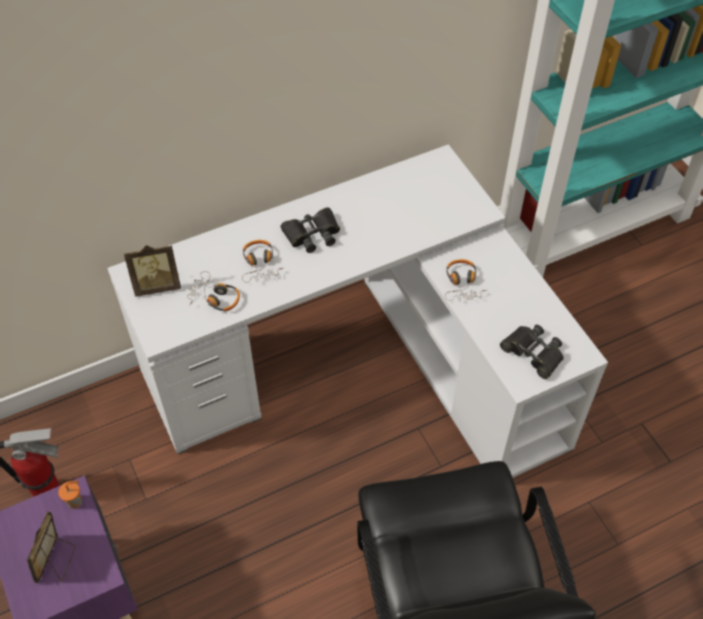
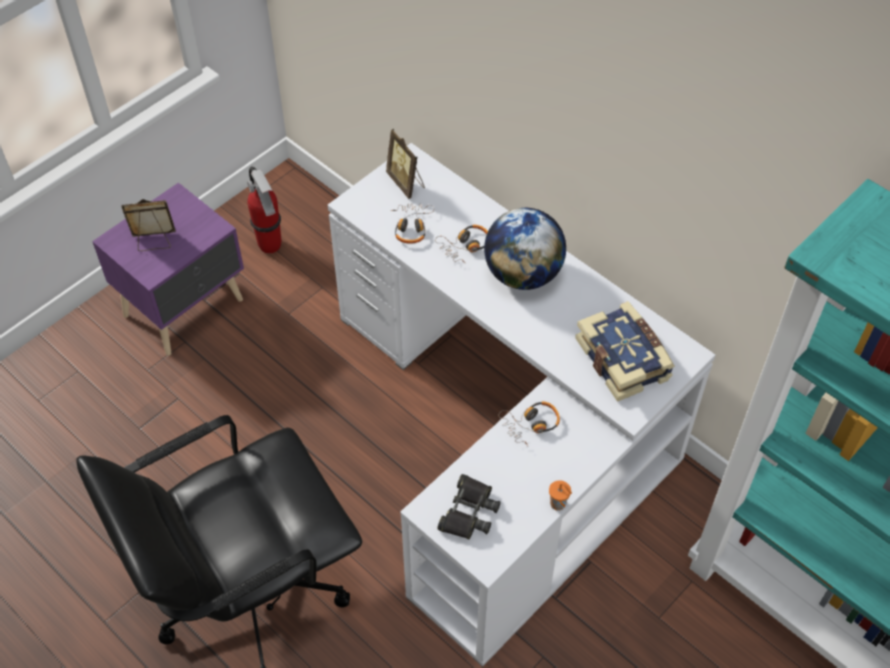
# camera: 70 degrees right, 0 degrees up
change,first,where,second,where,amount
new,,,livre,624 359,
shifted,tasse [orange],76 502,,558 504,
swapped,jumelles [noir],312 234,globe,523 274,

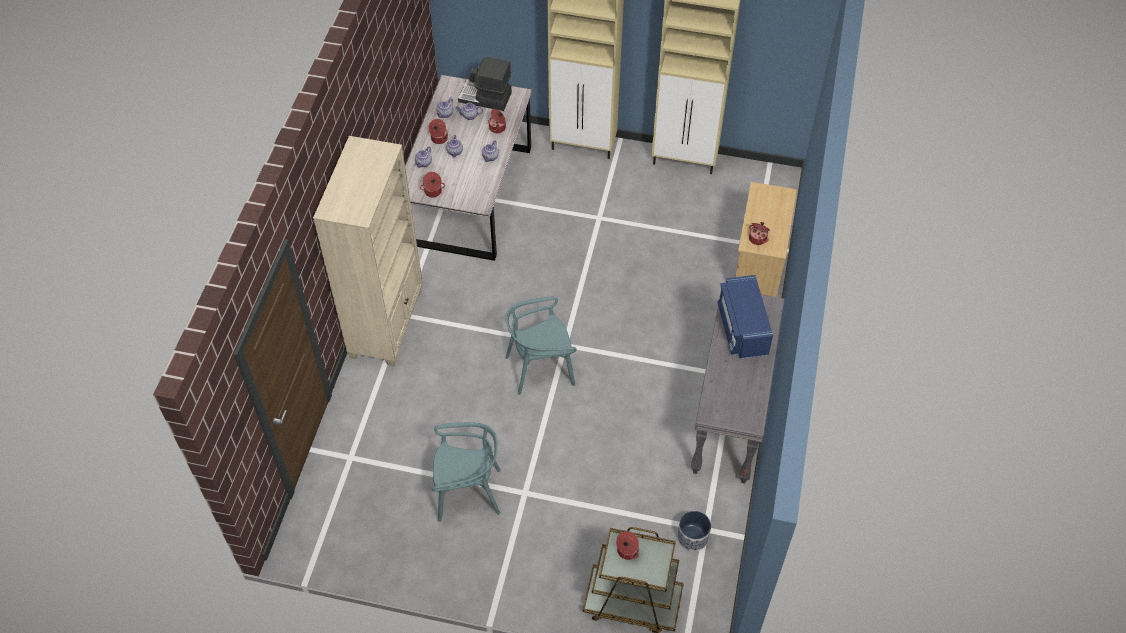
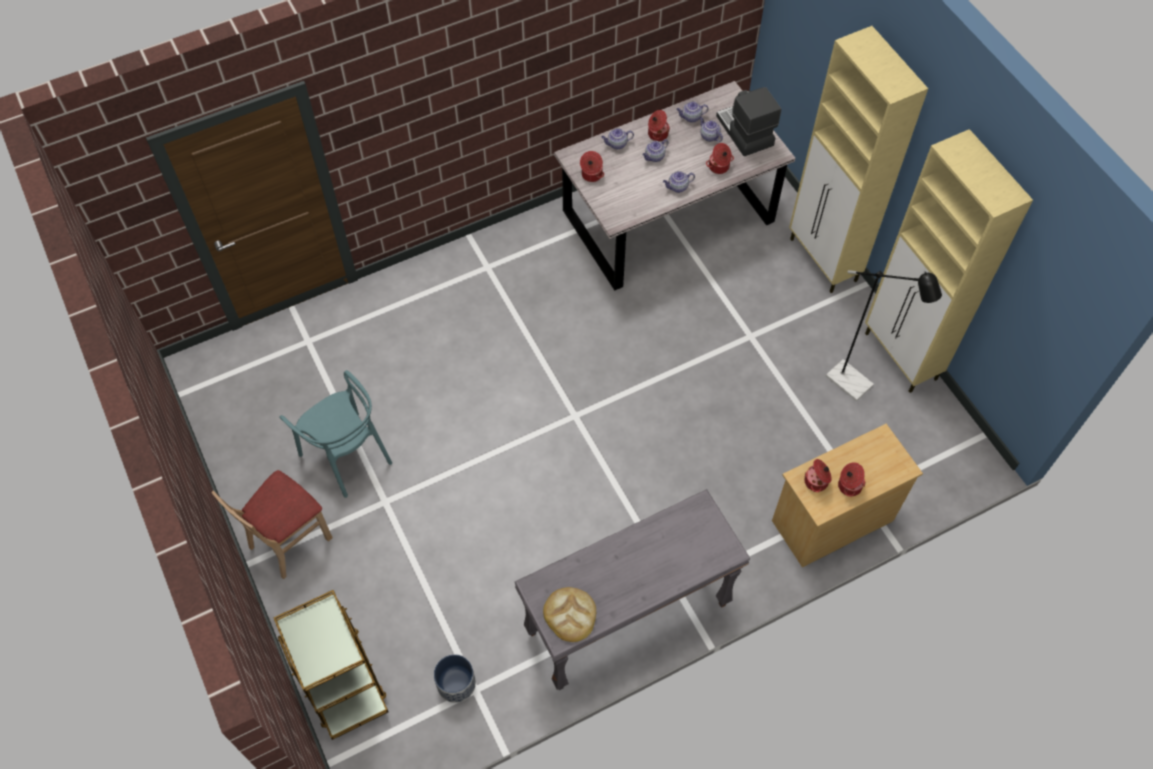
# camera: 50 degrees right, 5 degrees up
change,first,where,second,where,amount
gone,bibliothèque [beige],387 323,,,
gone,chaise [turquoise],540 368,,,
gone,micro-ondes [bleu],742 328,,,
new,,,chaise [beige],289 541,
new,,,pain,570 614,
new,,,lampadaire [noir],856 386,
shifted,marmite,627 551,,849 485,

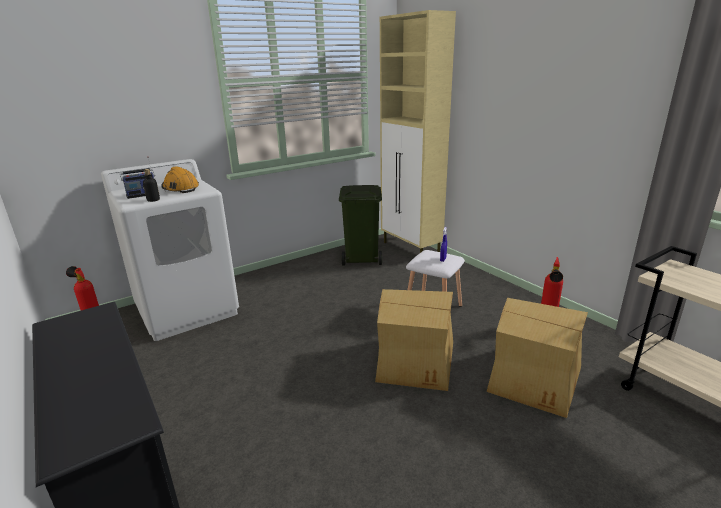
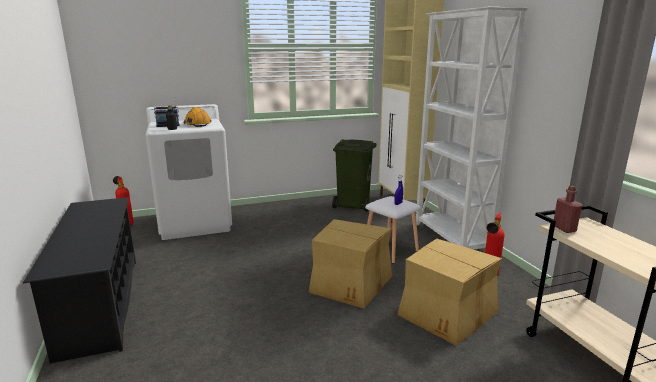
# camera: 15 degrees right, 5 degrees down
change,first,where,second,where,amount
new,,,bibliothèque [blanc],451 238,
new,,,bouteille [rouge],564 229,

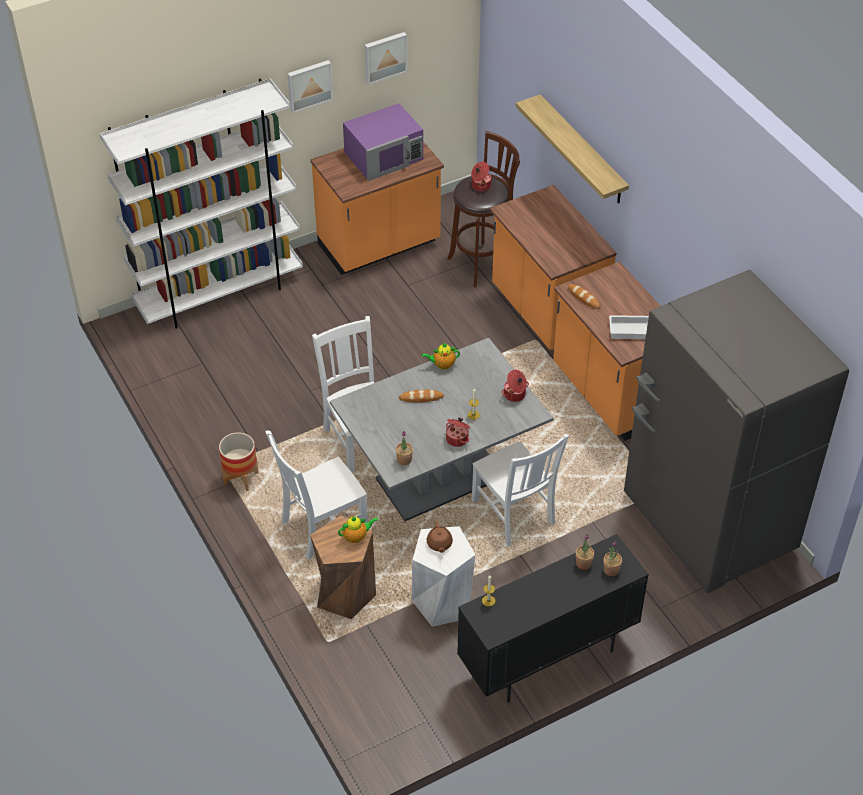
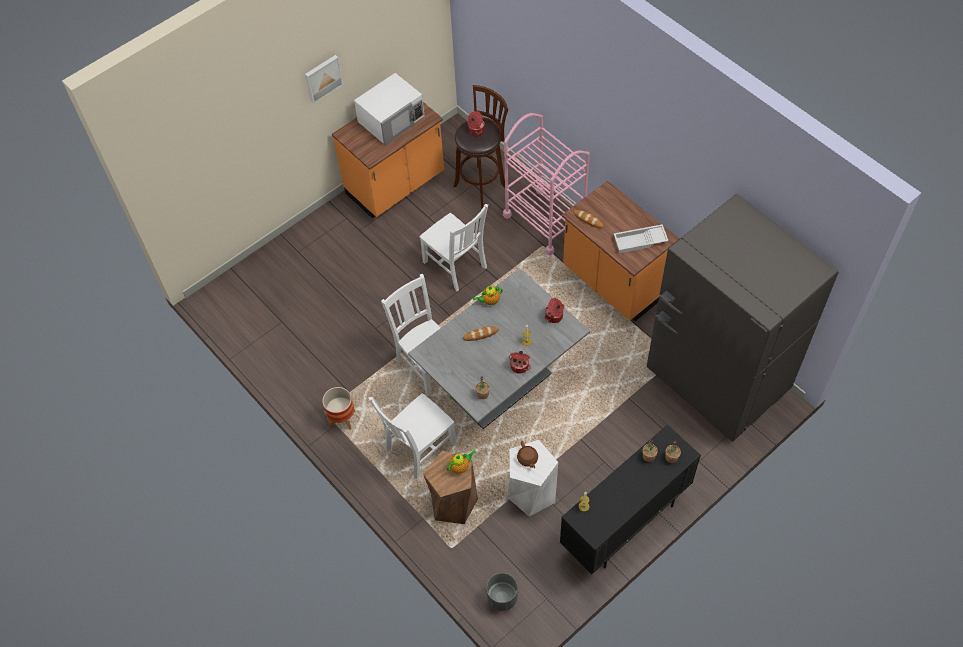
# camera: 10 degrees left, 10 degrees up
change,first,where,second,where,amount
gone,bibliothèque [blanc],220 294,,,
gone,tableau,385 56,,,
gone,étagère,582 150,,,
new,,,cache-pot [gris],502 597,
shifted,chaise [blanc],514 514,,456 266,
swapped,comptoir de cuisine [orange],546 314,chariot [rose],545 221,
repainted,micro-ondes [violet],384 156,micro-ondes [blanc],392 119,

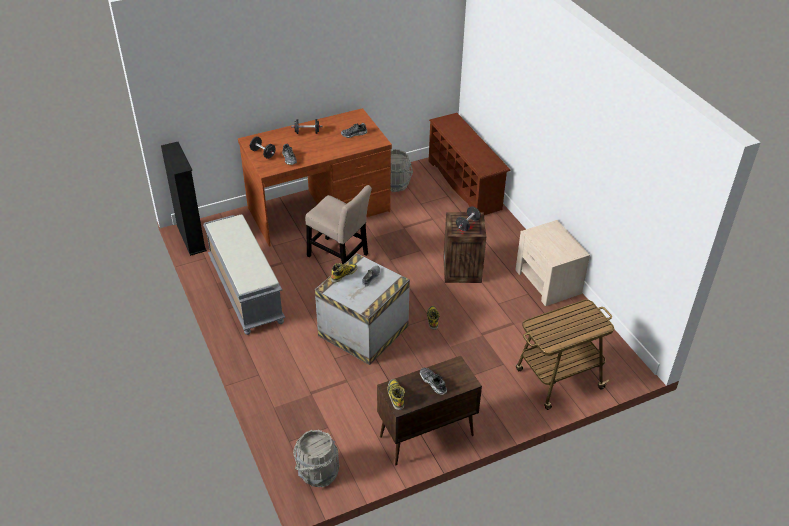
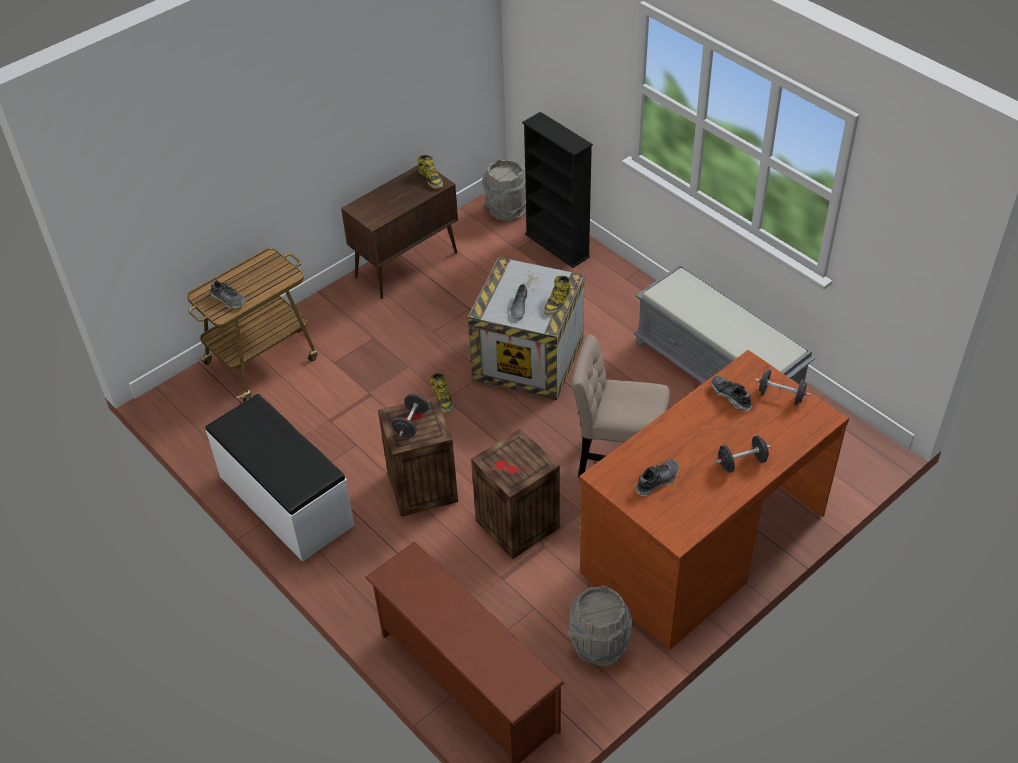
# camera: 165 degrees right, 5 degrees up
change,first,where,second,where,amount
new,,,caisse,517 525,
shifted,bibliothèque [noir],191 238,,557 245,
shifted,chaussure,433 383,,229 300,
swapped,table de chevet [beige],548 282,banc [blanc],285 501,

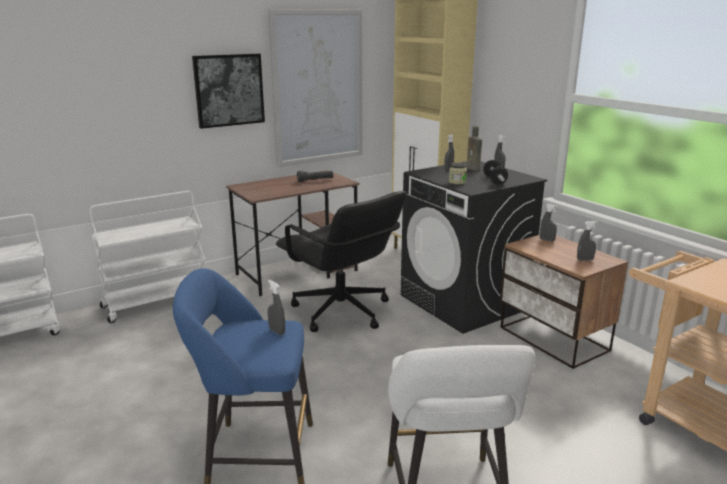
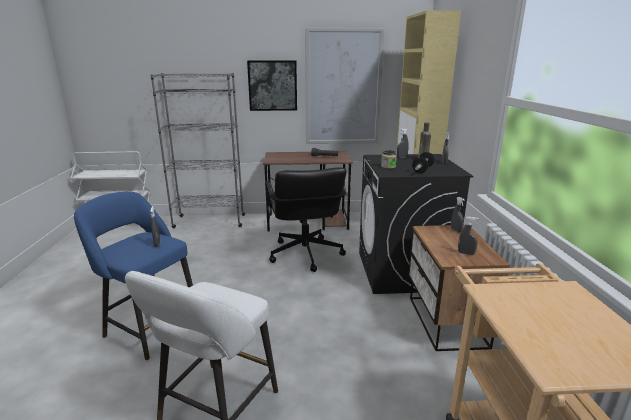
# camera: 30 degrees right, 0 degrees up
change,first,where,second,where,amount
swapped,chariot [blanc],157 302,bibliothèque [gris],209 221,

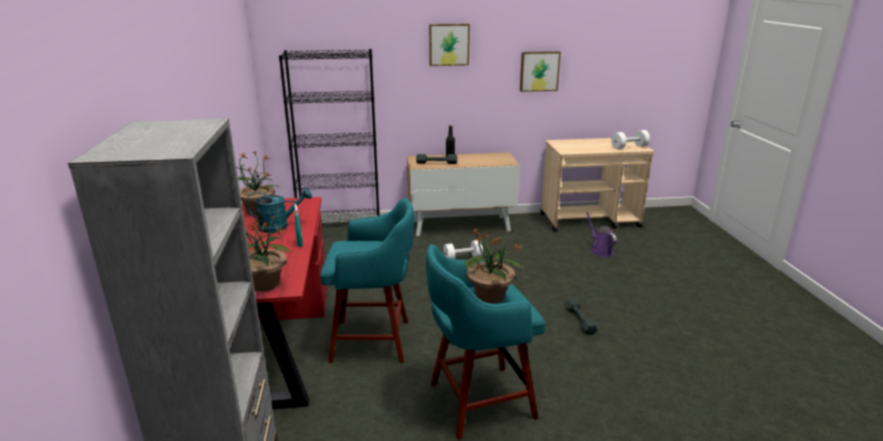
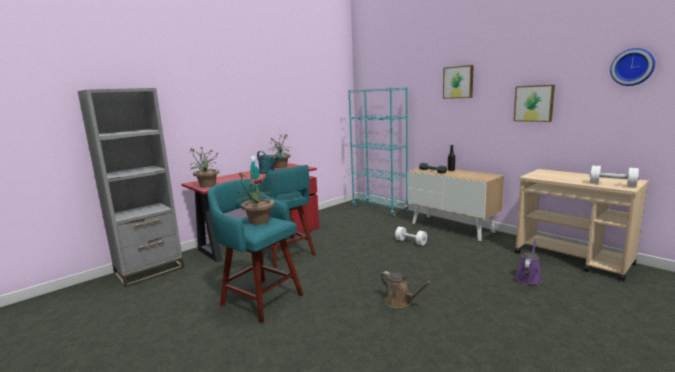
# camera: 55 degrees right, 10 degrees down
change,first,where,second,where,amount
new,,,horloge murale,632 67,
swapped,haltère [gris],579 320,arrosoir [marron],400 302,
repainted,bibliothèque [noir],341 230,bibliothèque [turquoise],379 209,

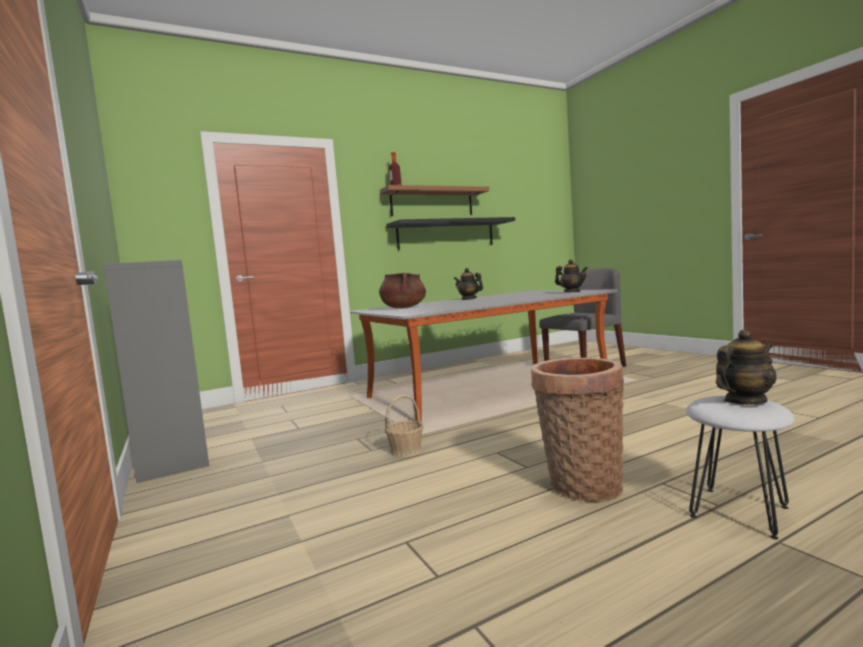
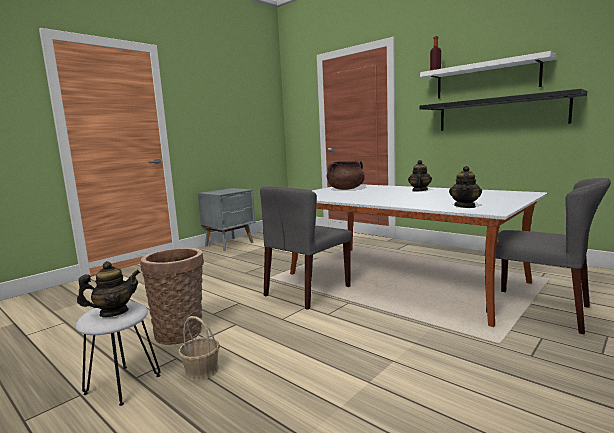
# camera: 70 degrees right, 5 degrees up
change,first,where,second,where,amount
new,,,chaise [gris],307 291,
shifted,panier,406 451,,201 371,
swapped,bibliothèque [gris],173 462,table de chevet [gris],230 244,
repainted,étagère [marron],432 202,étagère [blanc],486 79,
rotated,théière,744 401,,114 312,75 degrees counterclockwise

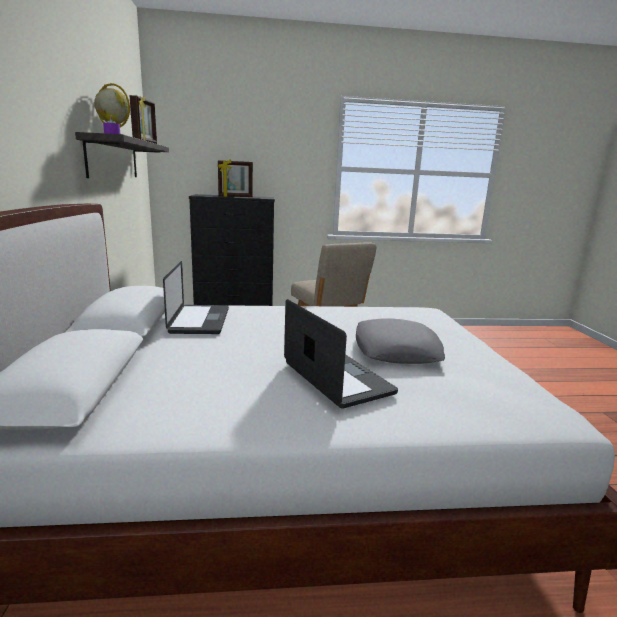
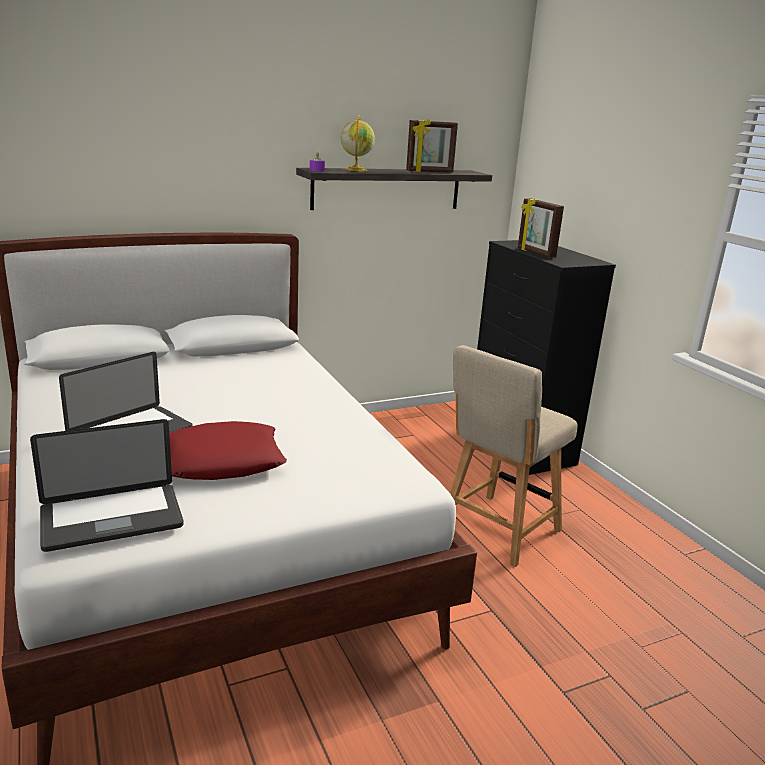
# camera: 70 degrees right, 5 degrees up
change,first,where,second,where,amount
shifted,ordinateur portable,200 320,,111 519,
repainted,coussin [gris],395 350,coussin [rouge],223 461,

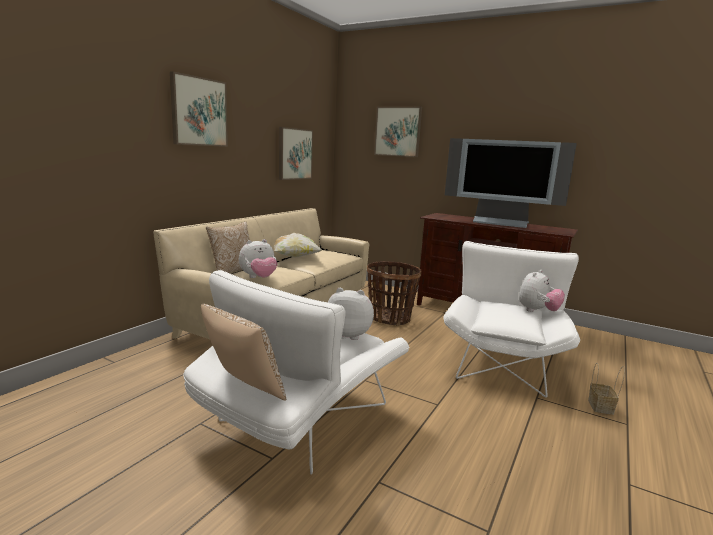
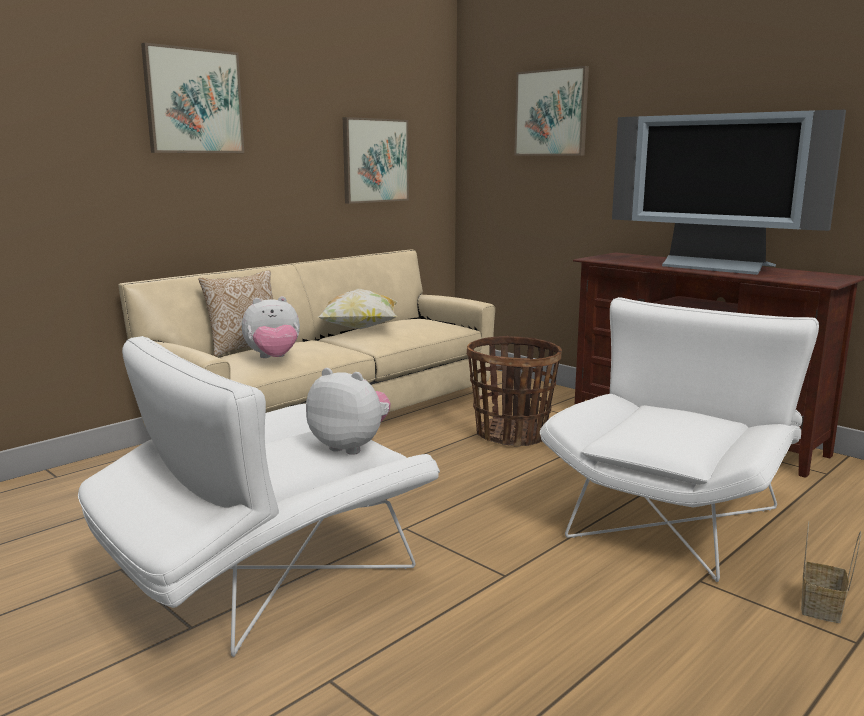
# camera: 15 degrees right, 0 degrees up
change,first,where,second,where,amount
gone,coussin,243 390,,,
gone,peluche,537 311,,,

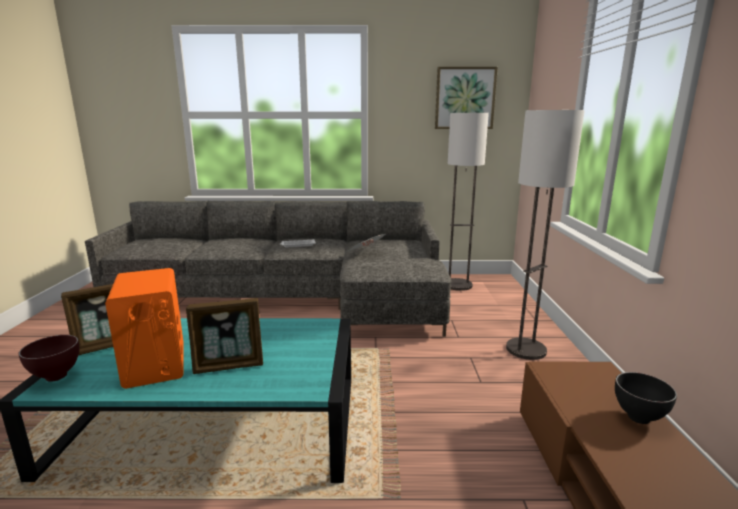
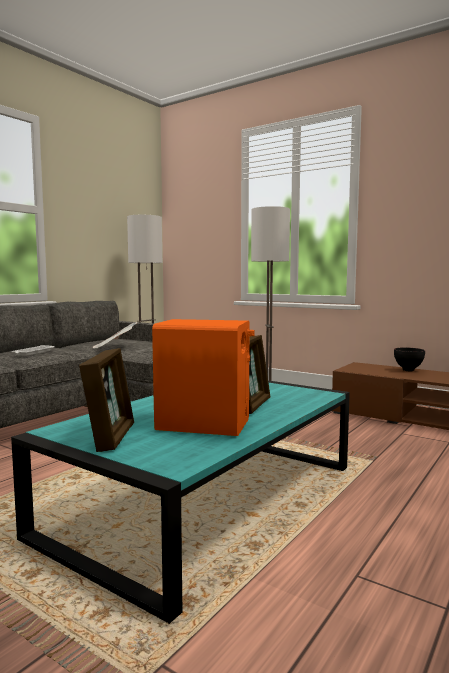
# camera: 55 degrees left, 10 degrees down
change,first,where,second,where,amount
gone,bol [marron],55 377,,,
gone,tableau,465 98,,,

